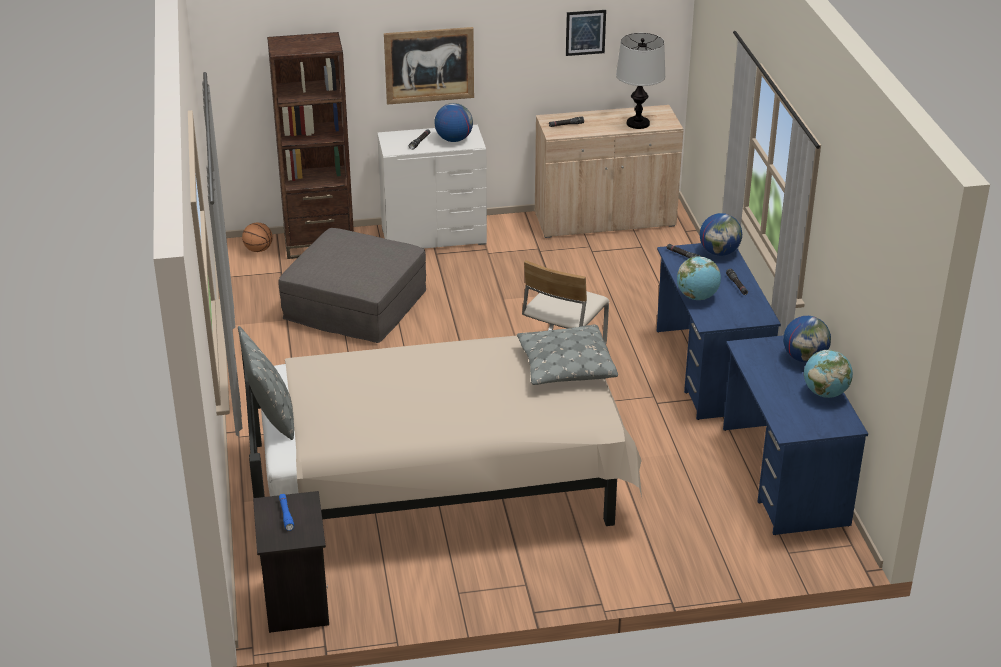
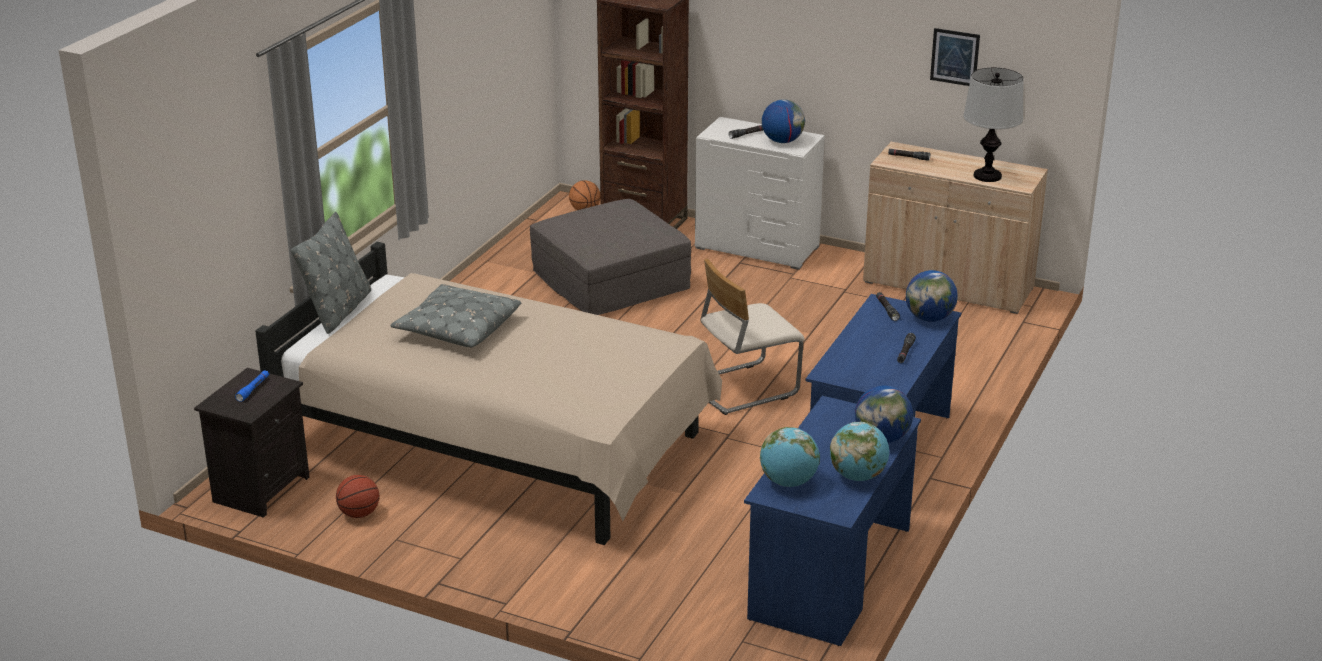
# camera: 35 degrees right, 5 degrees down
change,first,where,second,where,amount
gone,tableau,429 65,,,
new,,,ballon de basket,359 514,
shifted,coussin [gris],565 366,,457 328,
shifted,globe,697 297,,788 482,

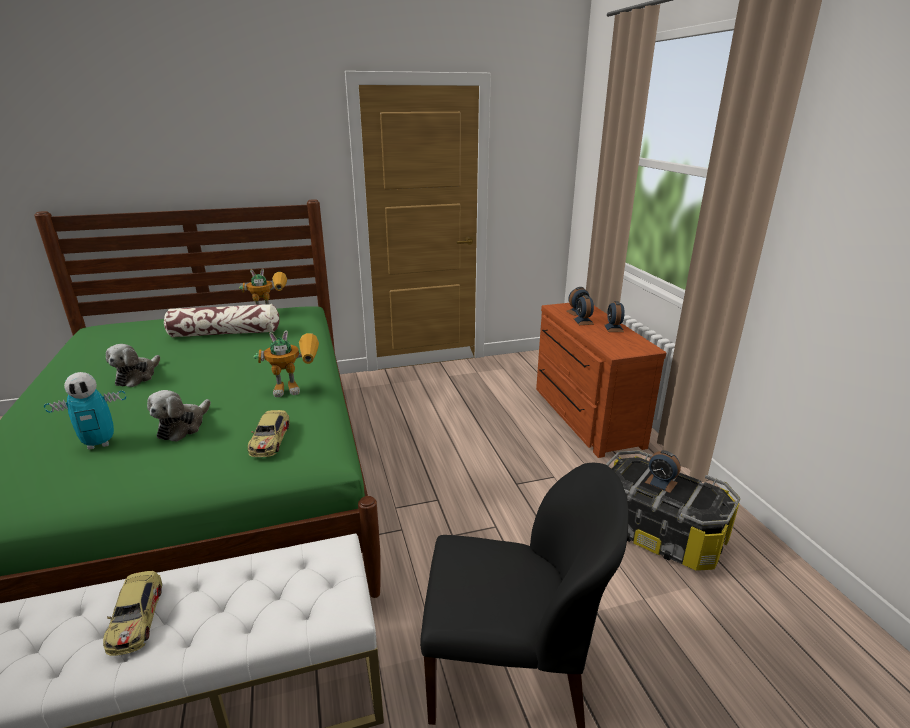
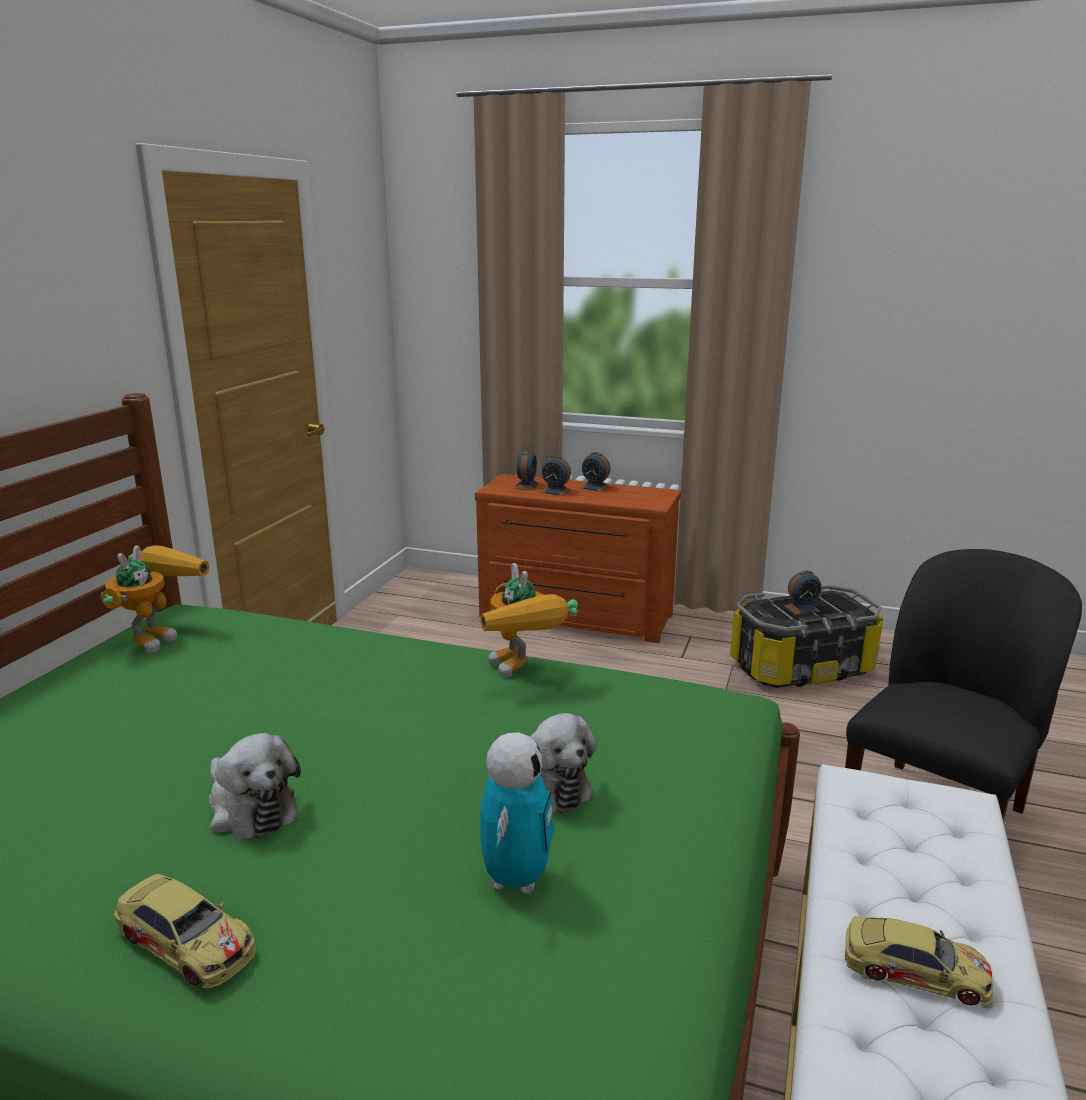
# camera: 55 degrees left, 5 degrees down
change,first,where,second,where,amount
gone,coussin,225 333,,,
shifted,petite voiture,270 438,,186 940,
rotated,robot jouet,297 388,,523 672,135 degrees clockwise

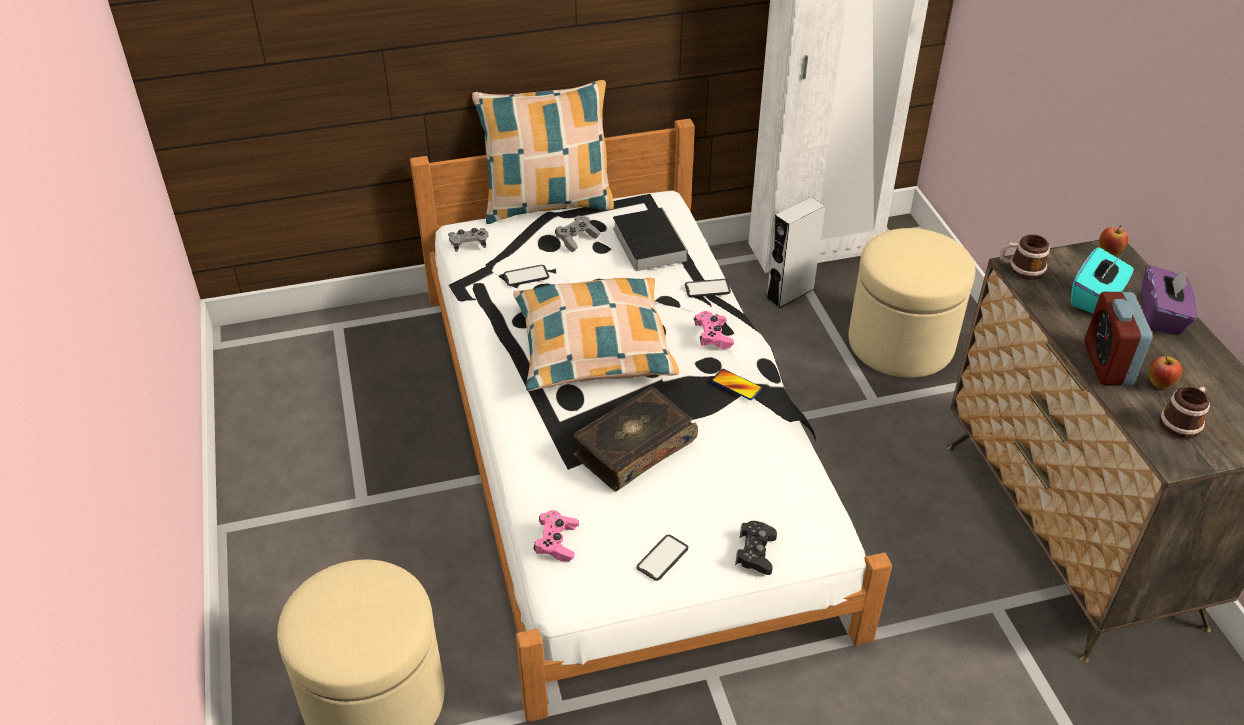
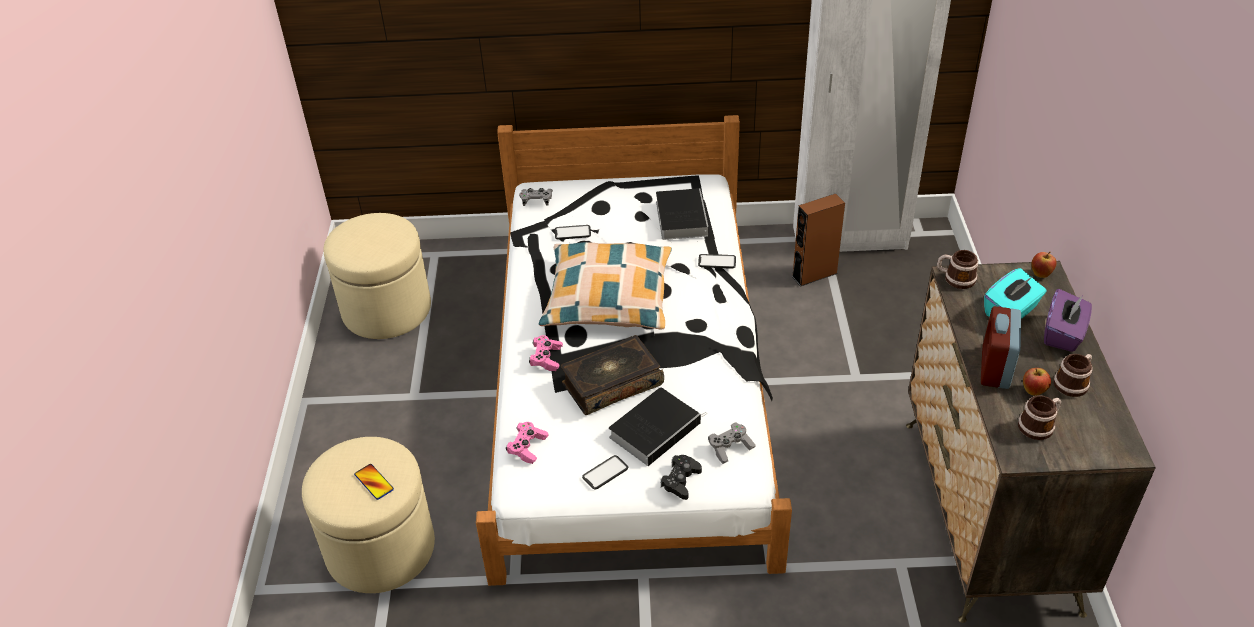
# camera: 15 degrees right, 0 degrees up
change,first,where,second,where,amount
gone,coussin,548 205,,,
new,,,livre,656 428,
new,,,mug,1073 383,
shifted,manette [gris],577 239,,730 448,
shifted,manette [rose],713 336,,546 358,
shifted,téléphone,736 385,,374 482,
shifted,pouf [beige],900 343,,386 309,
repainted,enceinte [gris],790 293,enceinte [marron],814 275,

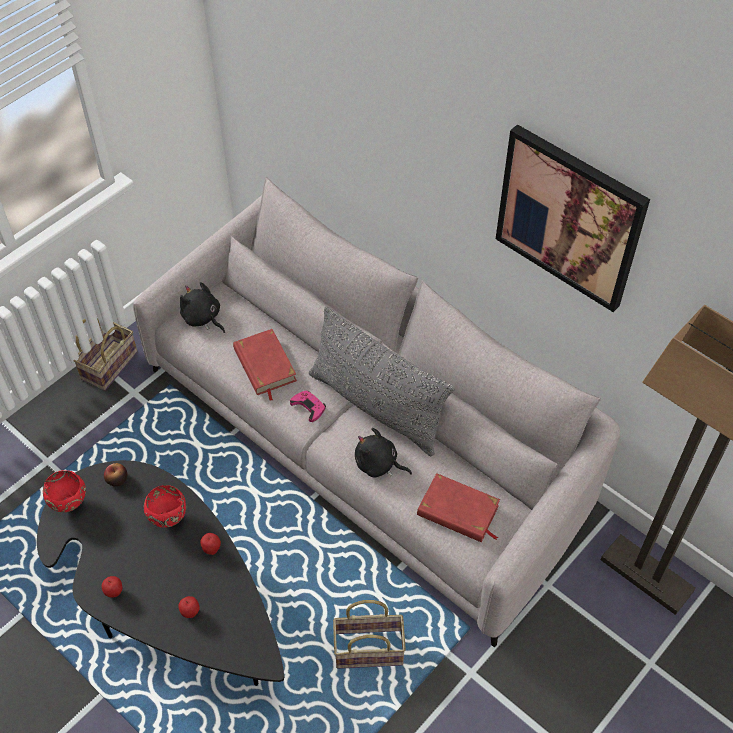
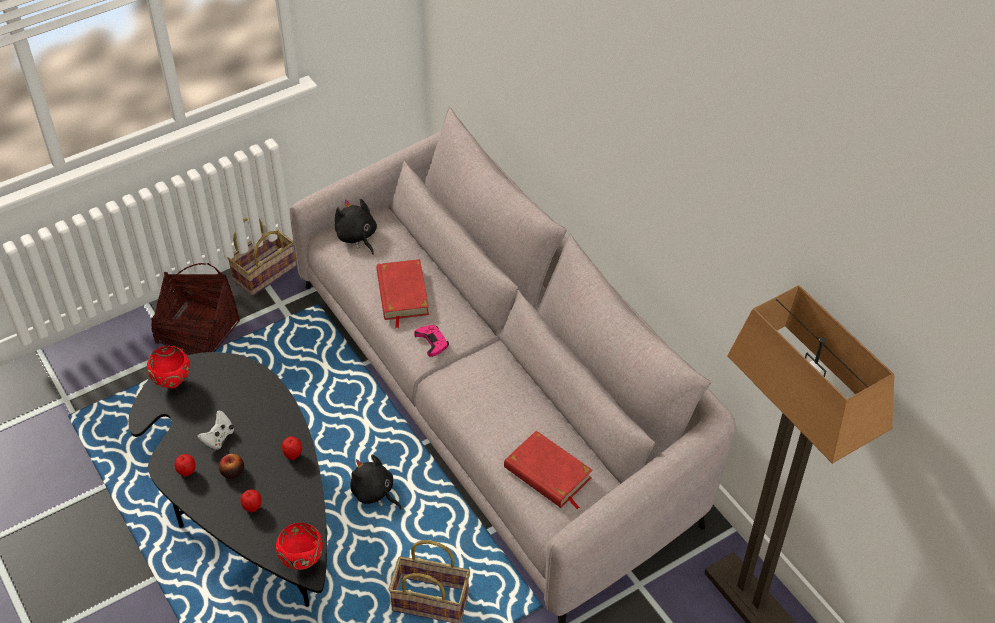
# camera: 15 degrees right, 5 degrees down
change,first,where,second,where,amount
gone,coussin [gris],377 406,,,
gone,tableau,569 217,,,
new,,,panier,197 333,
new,,,manette [blanc],218 438,
shifted,pomme,117 479,,232 472,
shifted,bol [rouge],168 518,,302 561,
shifted,peluche [noir],378 464,,374 493,

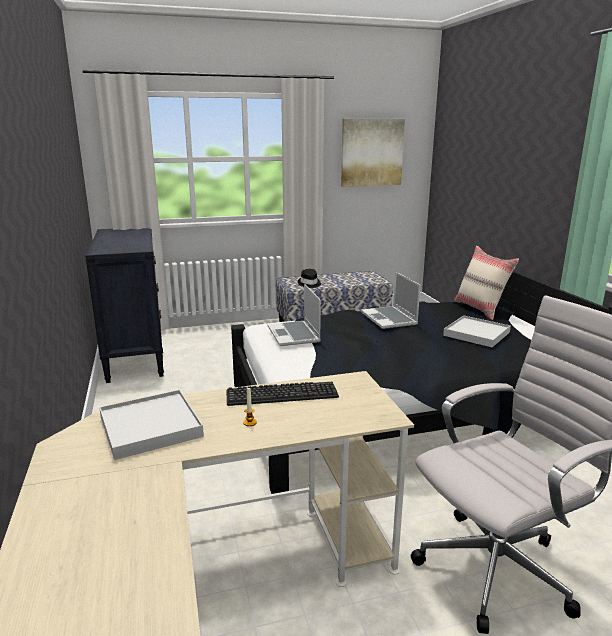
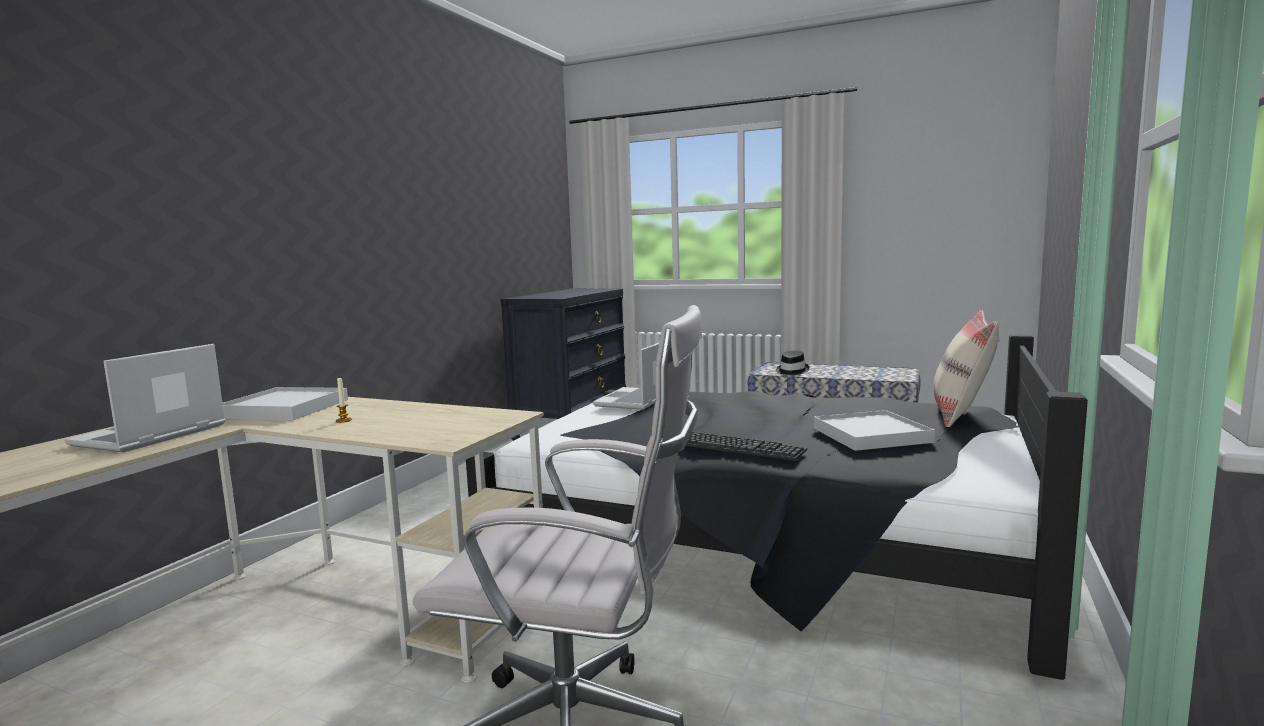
# camera: 40 degrees right, 10 degrees down
change,first,where,second,where,amount
gone,tableau,371 152,,,
shifted,clavier,282 394,,738 448,
shifted,ordinateur portable,389 319,,149 436,

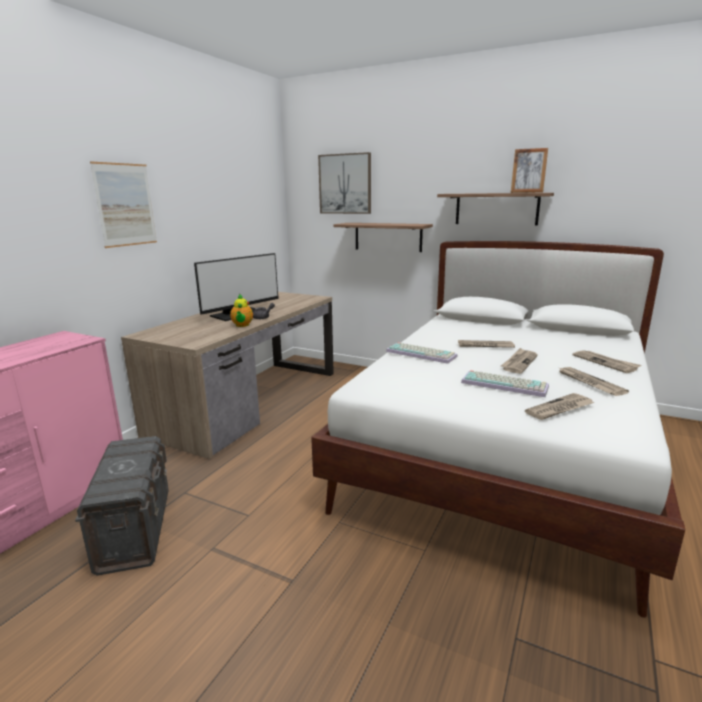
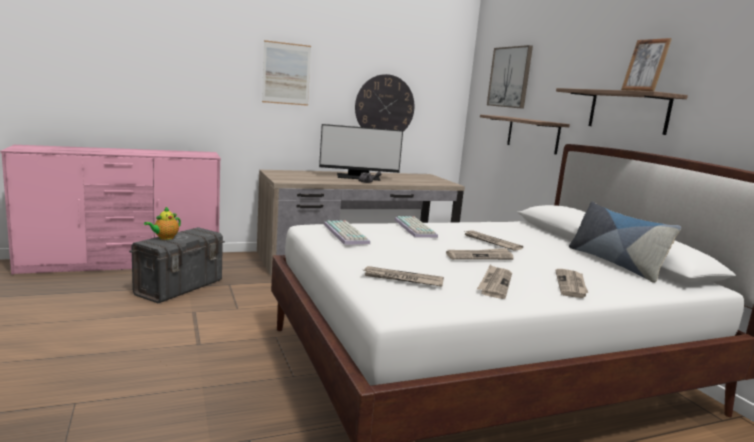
# camera: 40 degrees right, 5 degrees down
change,first,where,second,where,amount
new,,,horloge murale,384 107,
new,,,coussin,614 263,
shifted,théière,242 325,,164 238,
shifted,clavier,505 384,,347 234,

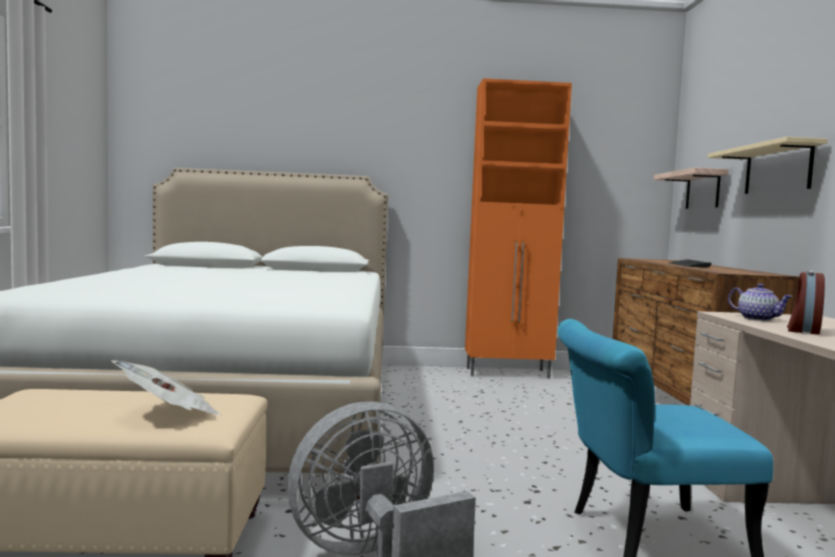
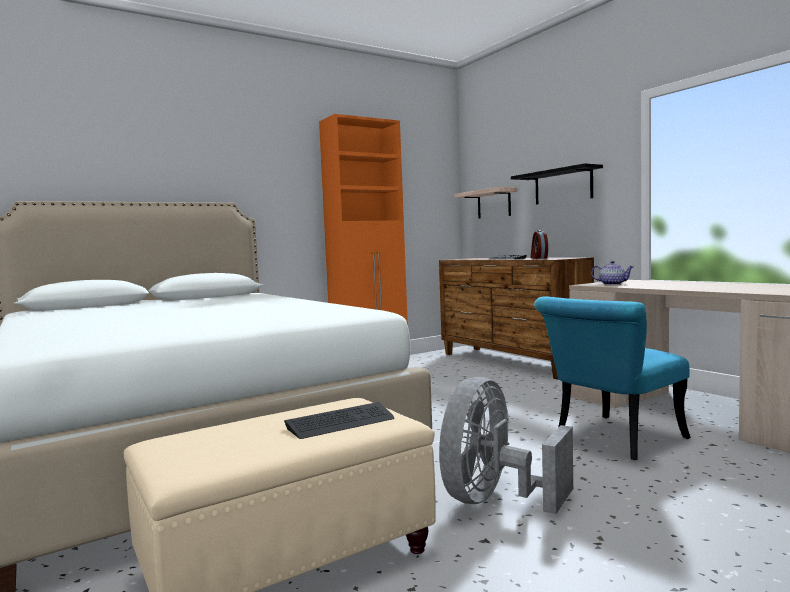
# camera: 30 degrees left, 0 degrees up
change,first,where,second,where,amount
shifted,réveil,802 330,,538 258,
swapped,journal,169 415,clavier,340 423,
repainted,étagère [beige],777 169,étagère [noir],563 186,

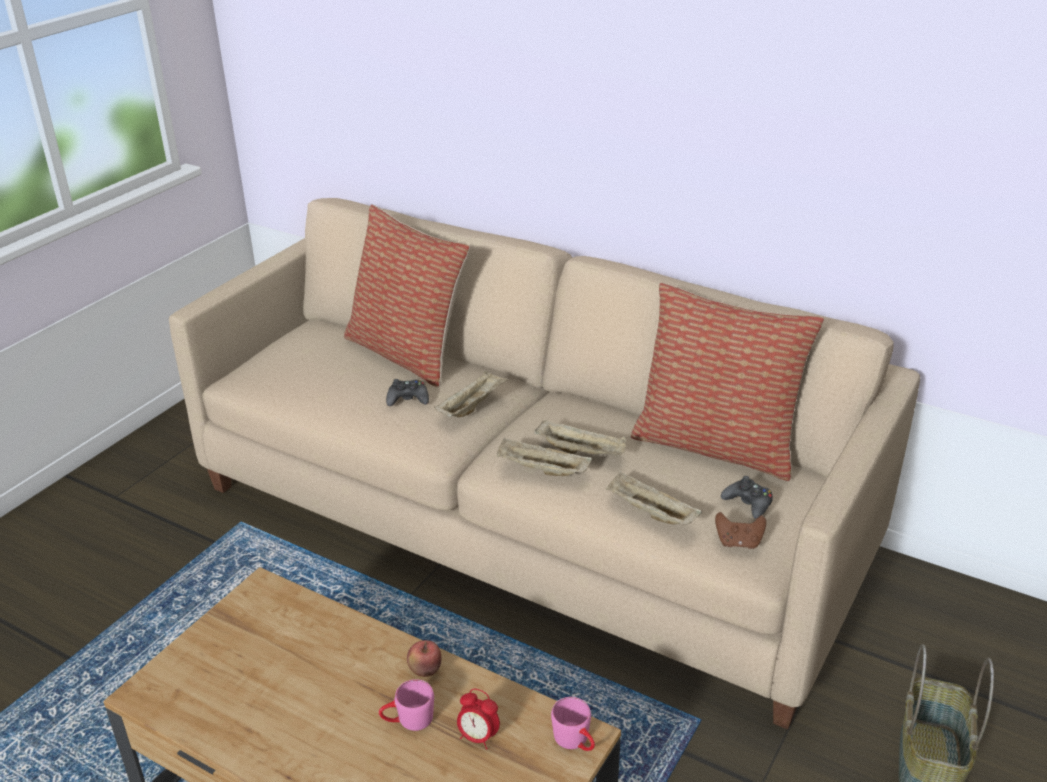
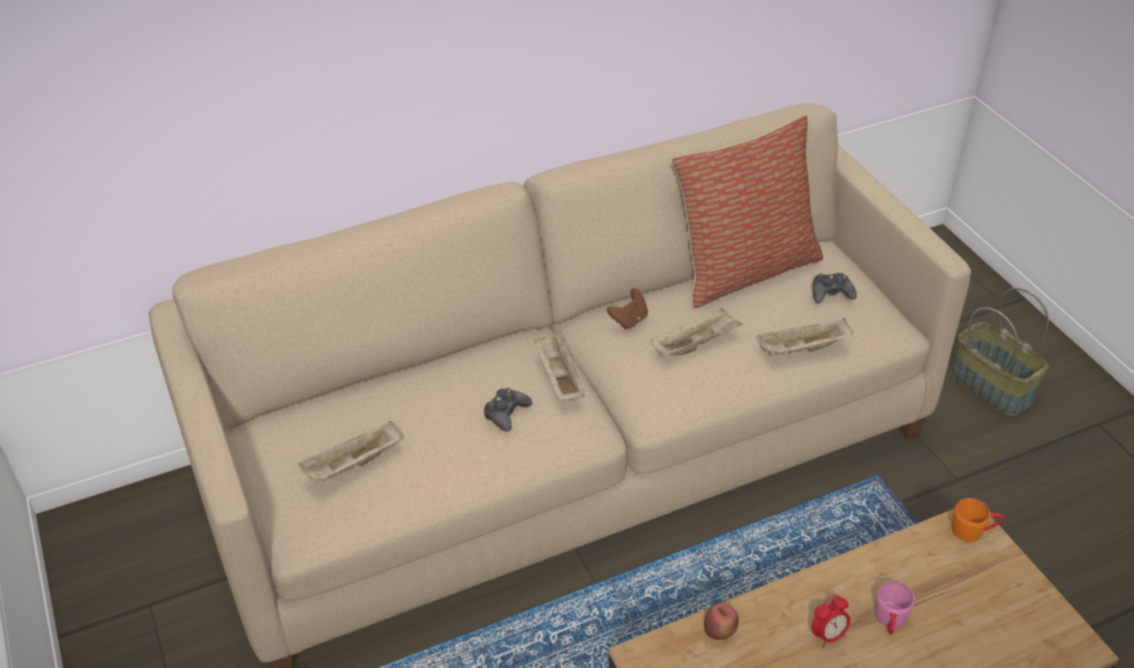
# camera: 55 degrees left, 10 degrees up
change,first,where,second,where,amount
gone,coussin,408 353,,,
shifted,pomme,425 671,,719 632,
shifted,réveil,478 737,,828 635,
shifted,plateau [beige],541 470,,352 465,
shifted,manette [marron],738 542,,629 320,
repainted,mug [rose],576 741,mug [orange],974 530,

